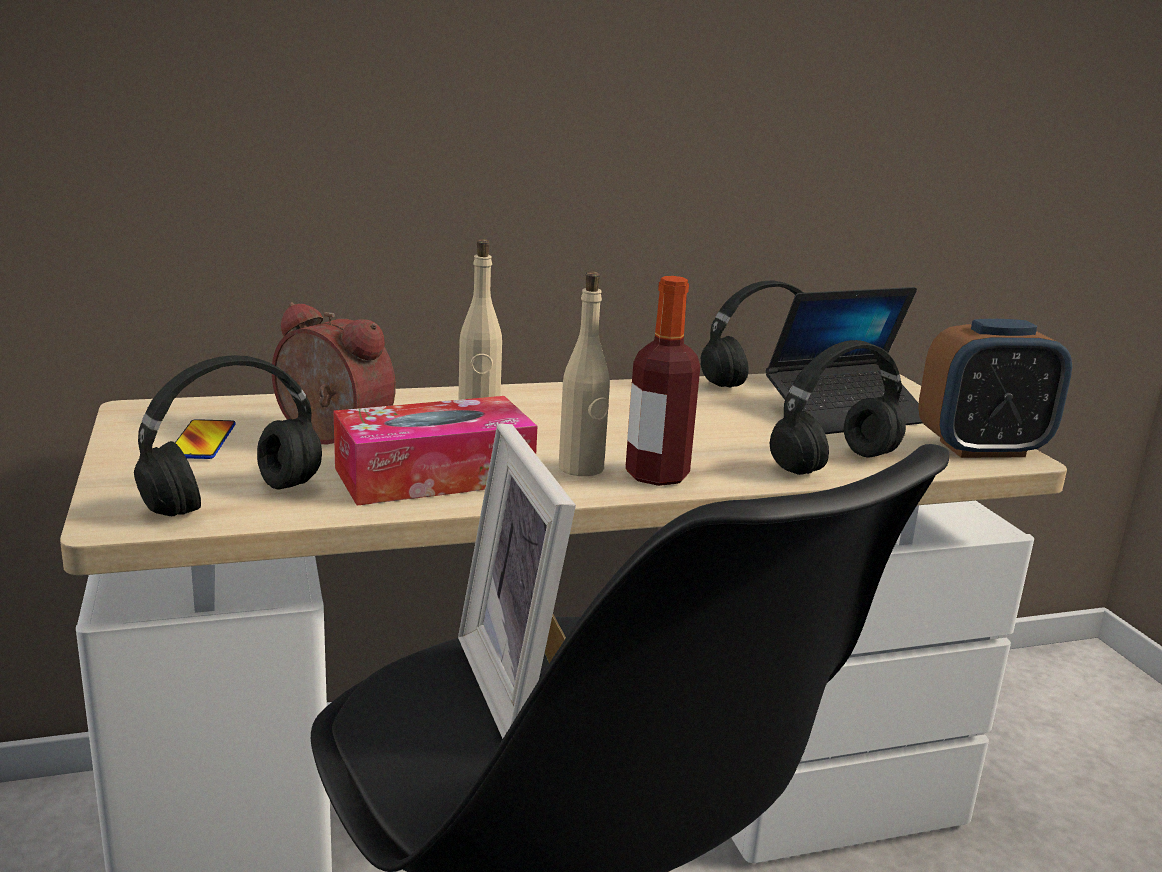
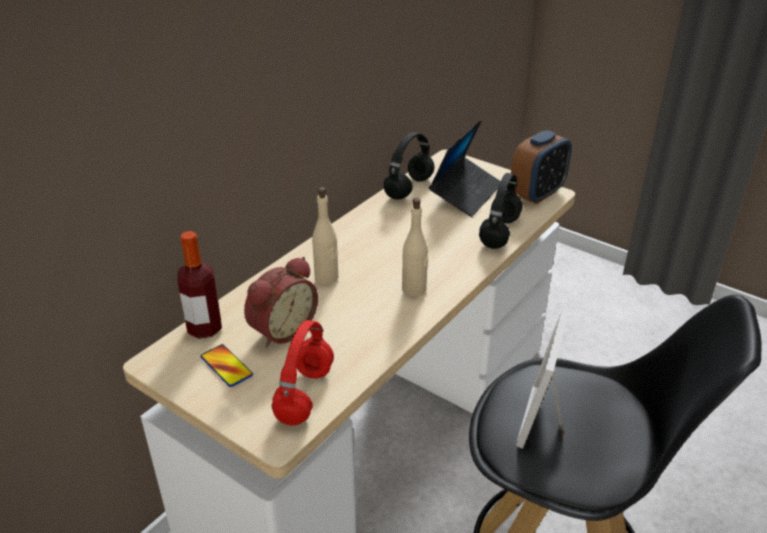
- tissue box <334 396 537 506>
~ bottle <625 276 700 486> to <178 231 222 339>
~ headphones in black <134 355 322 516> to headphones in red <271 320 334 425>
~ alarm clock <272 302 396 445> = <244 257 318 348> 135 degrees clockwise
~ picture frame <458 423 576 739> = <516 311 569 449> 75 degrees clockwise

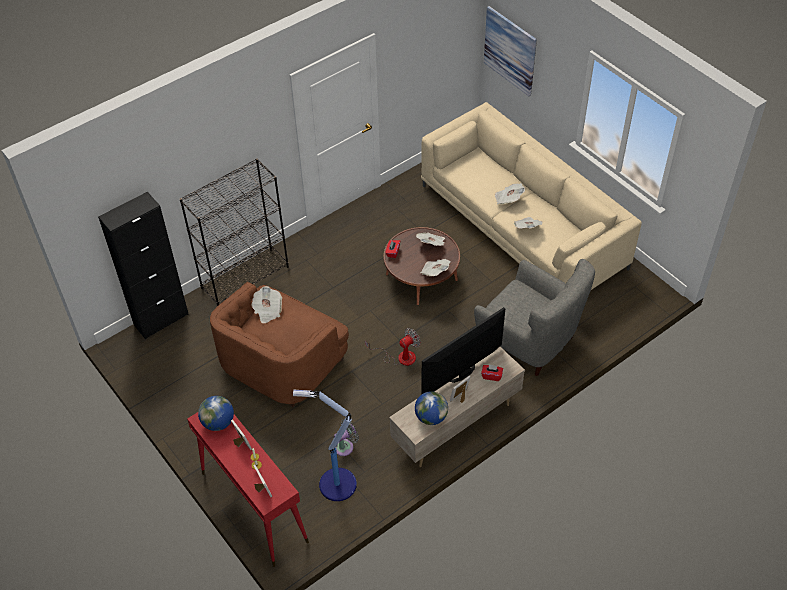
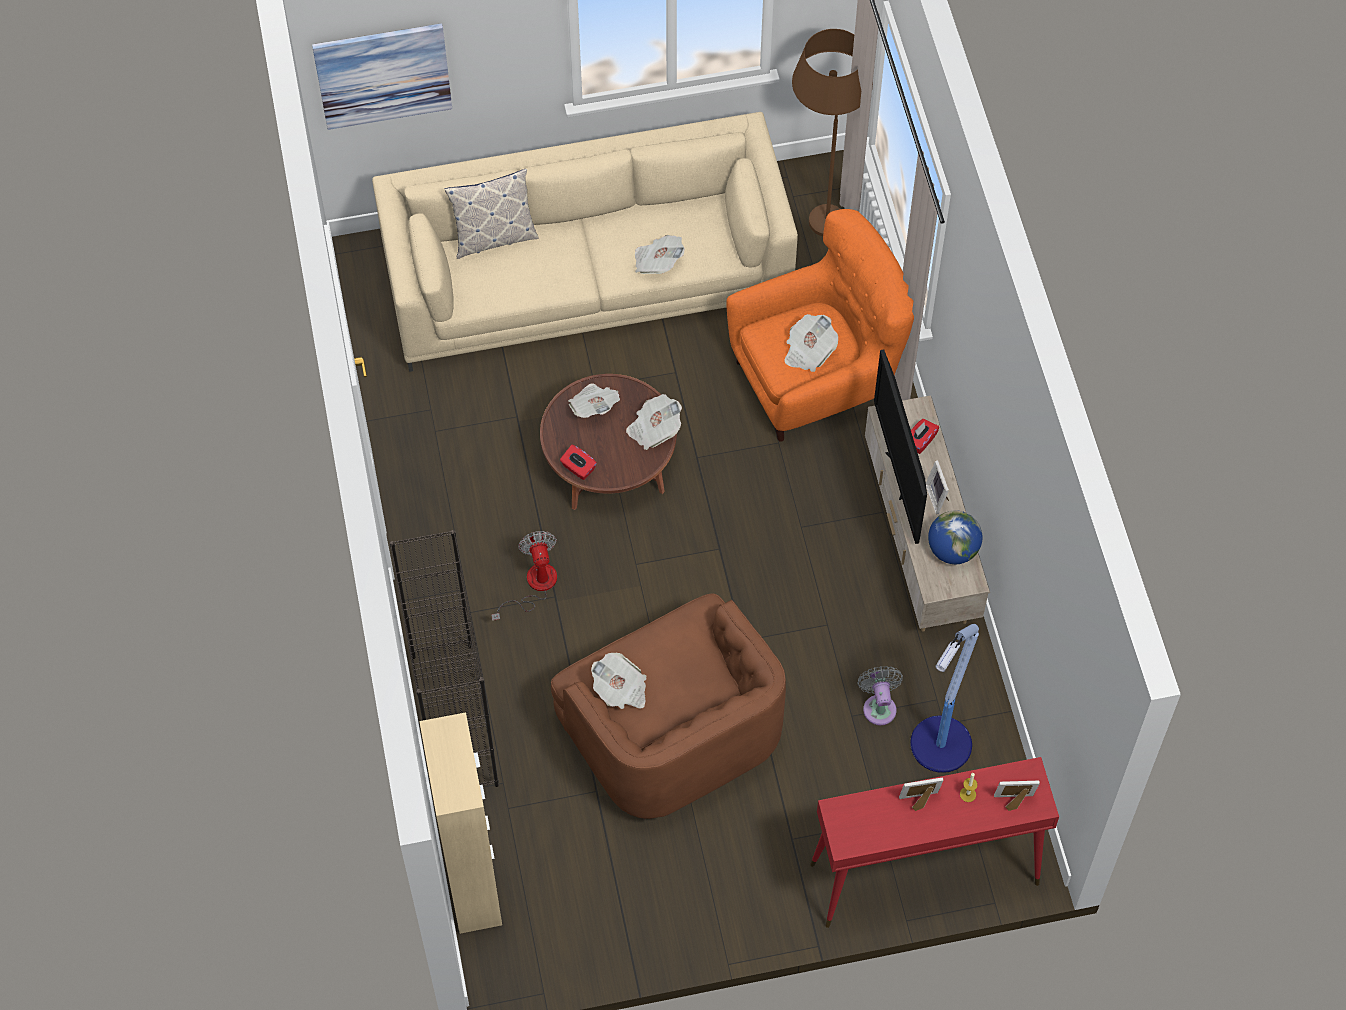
- globe <198 396 234 431>
+ pillow <444 169 538 259>
+ floor lamp in brown <792 29 873 236>
~ fan <365 328 421 366> to <491 531 557 621>
~ newspaper <495 183 525 204> to <784 314 838 372>
~ cabinet in black <98 192 189 339> to cabinet in beige <419 712 502 934>
~ armchair in grey <474 259 595 376> to armchair in orange <726 209 914 442>

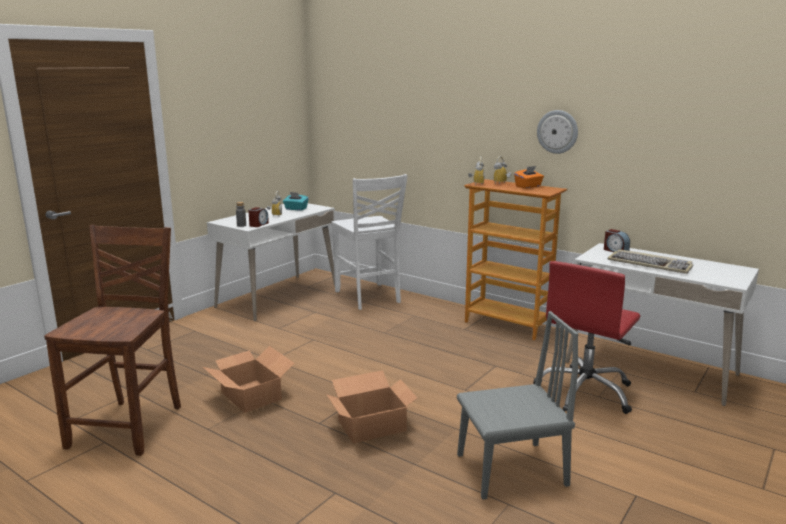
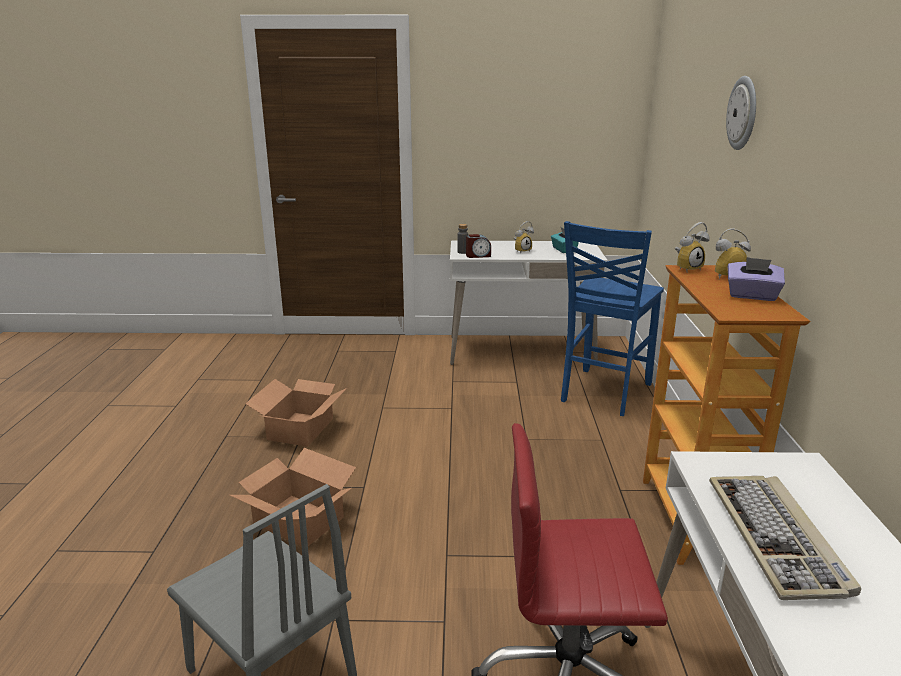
- chair in brown <44 225 181 456>
- alarm clock <604 229 630 252>
~ wall clock <537 110 578 154> to <726 76 756 150>
~ chair in white <331 174 408 310> to chair in blue <561 221 664 416>
~ tissue box in orange <514 166 544 188> to tissue box in purple <728 257 785 301>

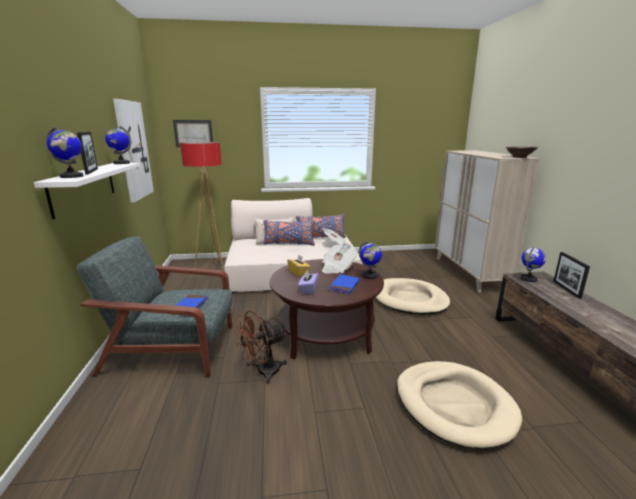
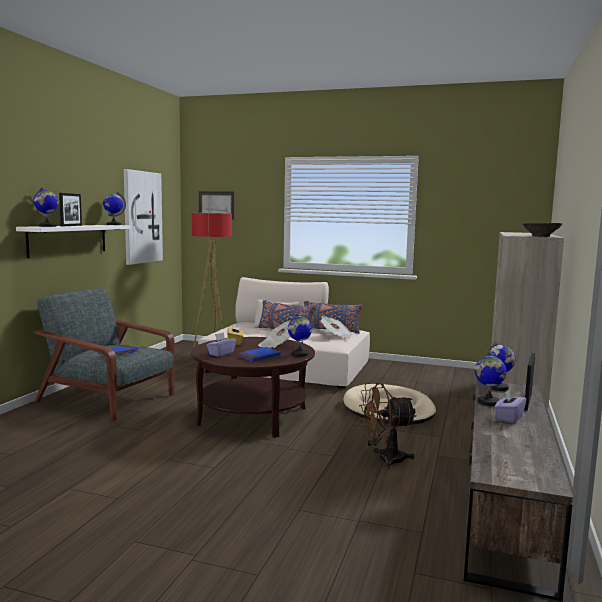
- dog bed in beige <397 361 522 449>
+ globe <475 351 507 406>
+ tissue box in purple <494 389 527 423>
~ fan in brown <234 311 287 384> to <359 382 416 470>

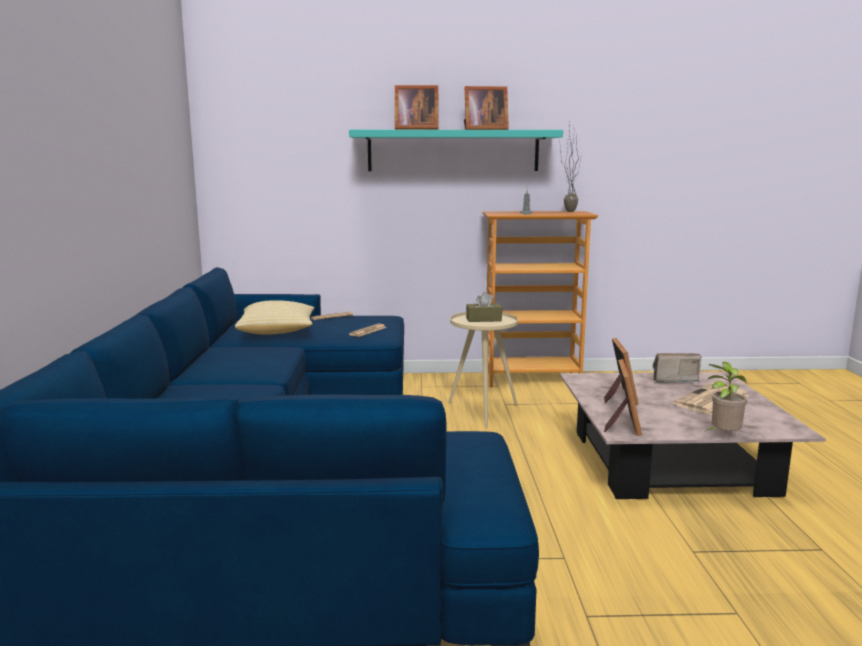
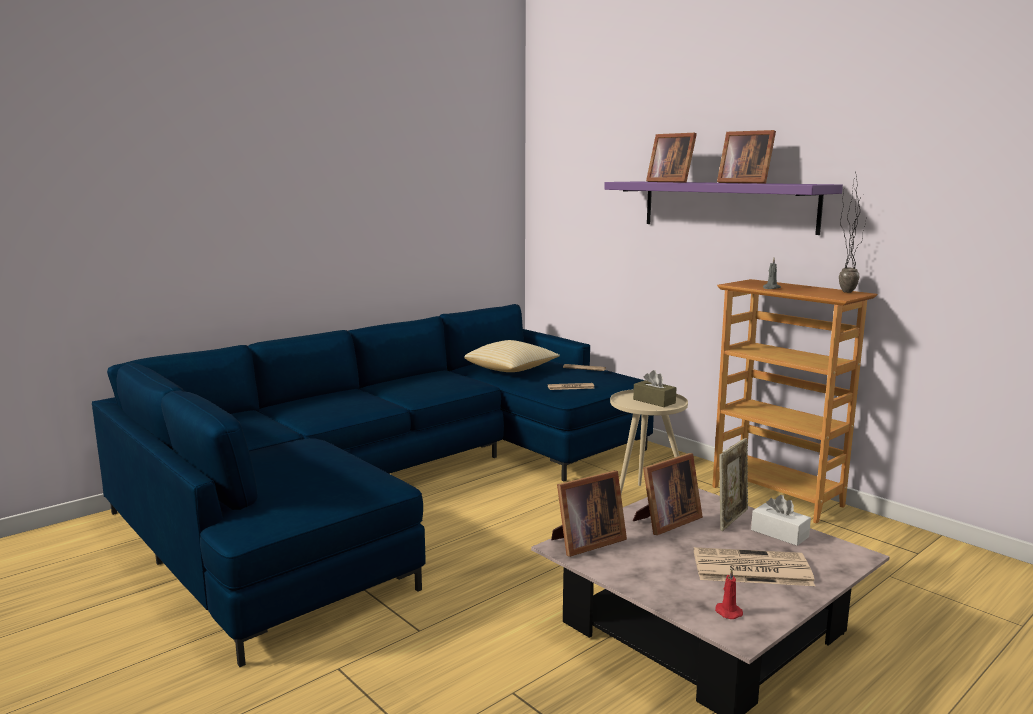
- potted plant <706 362 747 431>
+ candle in red <715 569 743 619>
+ picture frame <719 438 748 531>
~ radio <653 353 701 383> to tissue box in white <751 495 811 546>
~ shelf in turquoise <349 130 563 171> to shelf in purple <604 182 843 235>

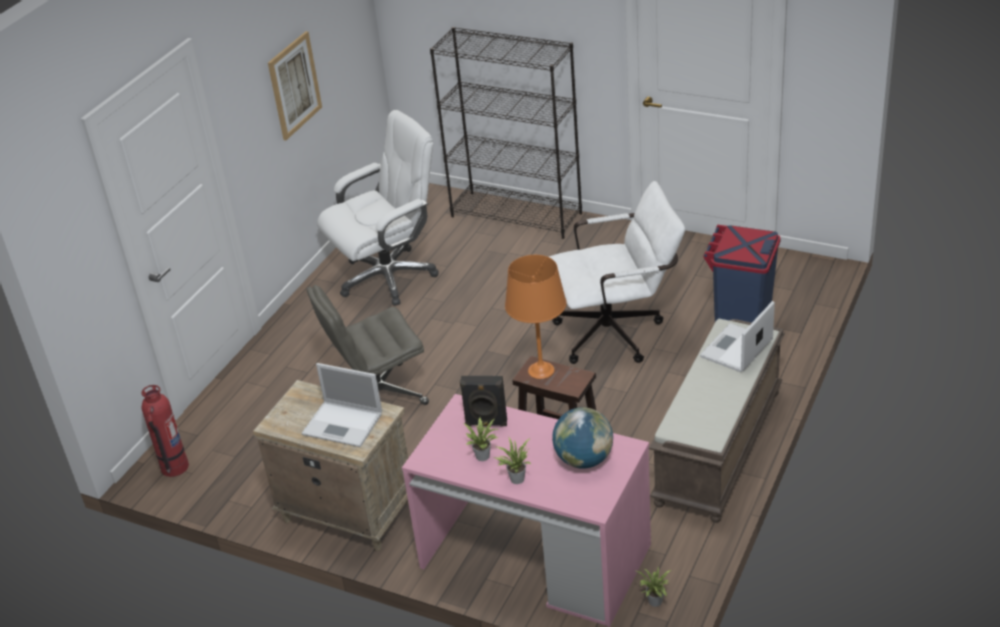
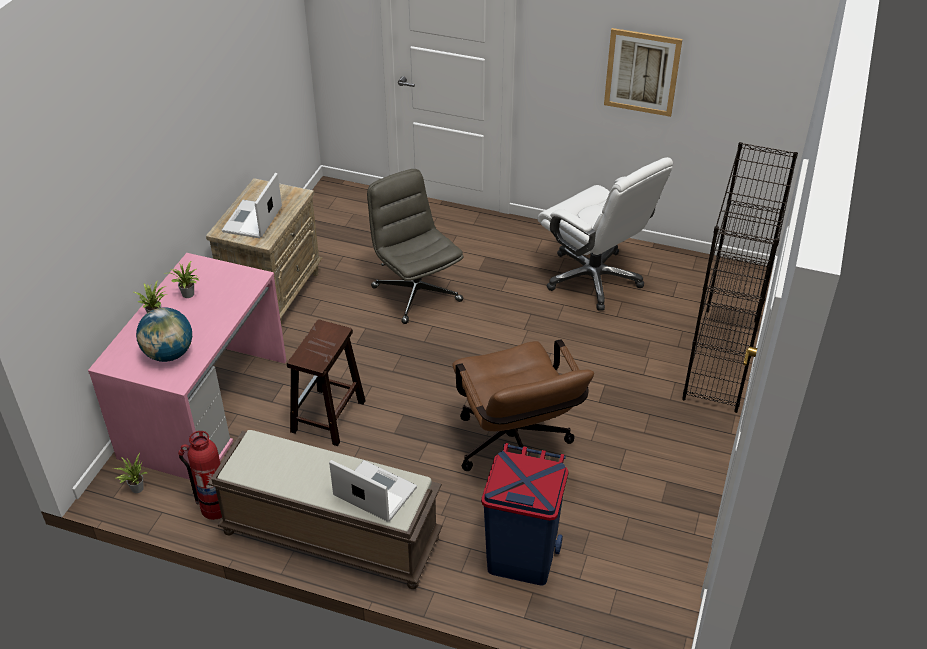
- speaker in black <460 376 507 426>
- table lamp in orange <505 255 567 379>
~ fire extinguisher <141 385 189 477> to <178 431 222 520>
~ office chair in white <549 181 685 364> to office chair in brown <452 339 594 471>

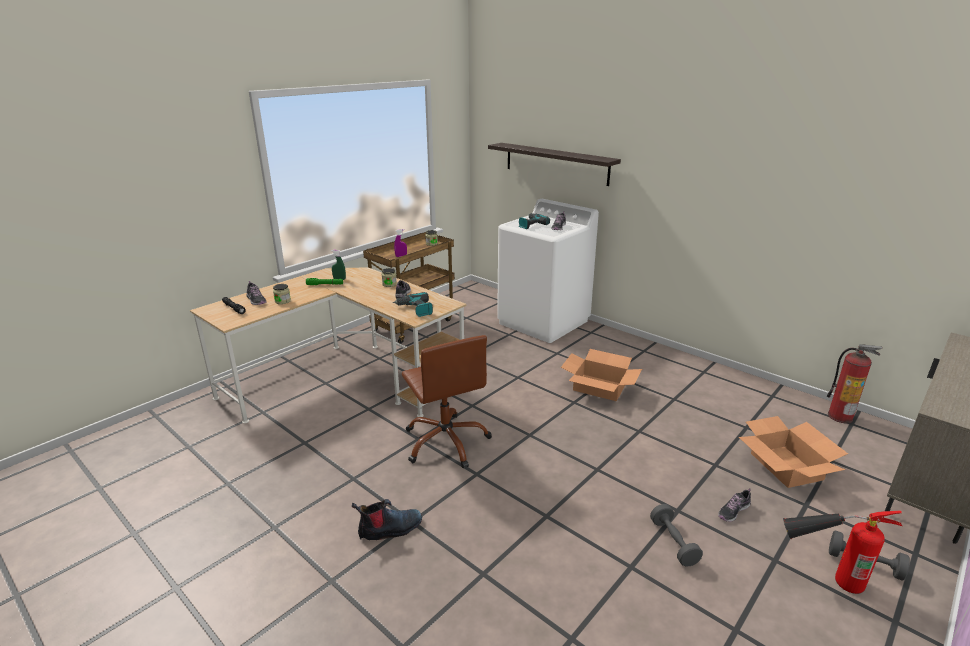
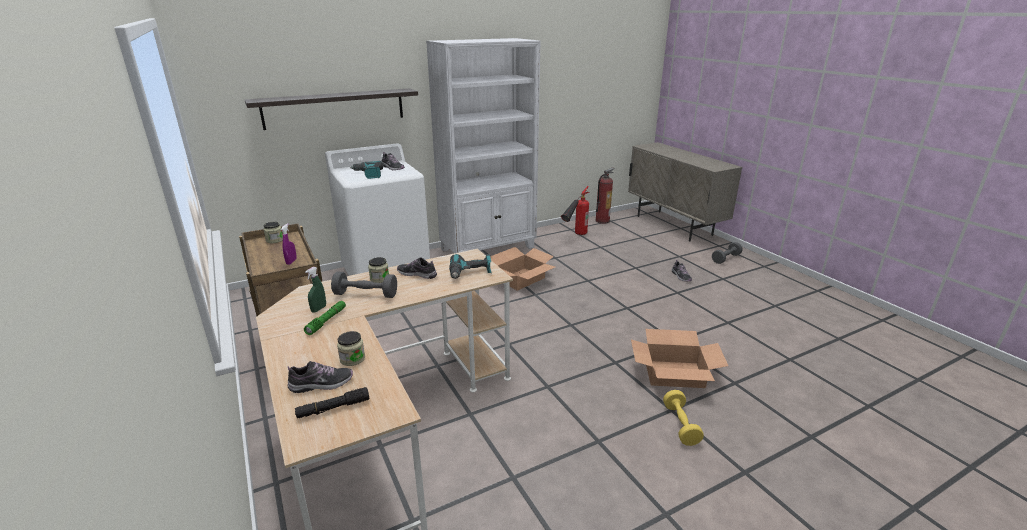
- office chair in brown <402 335 492 468>
+ bookcase in white <426 38 540 253>
~ dumbbell in grey <650 504 703 566> to <331 271 397 298>
~ cardboard box <739 416 848 488> to <631 329 728 388>
~ fire extinguisher <783 510 902 594> to <561 186 589 235>
~ boot <352 499 422 540> to dumbbell in yellow <663 390 704 446>

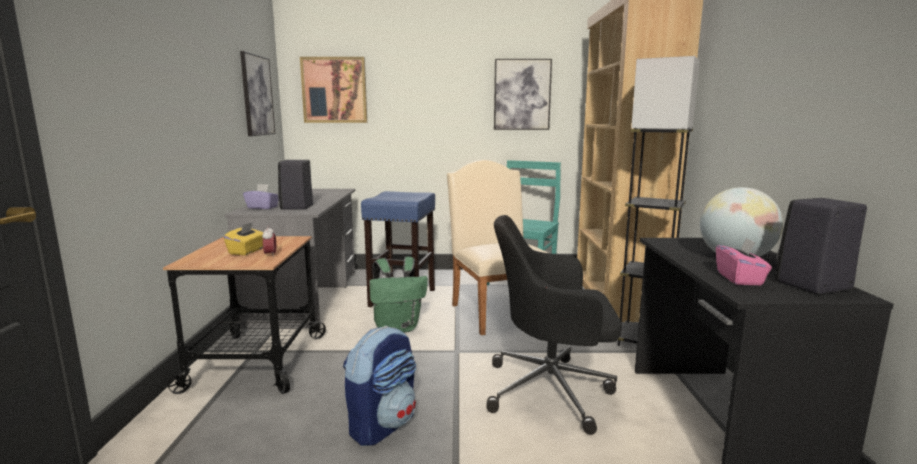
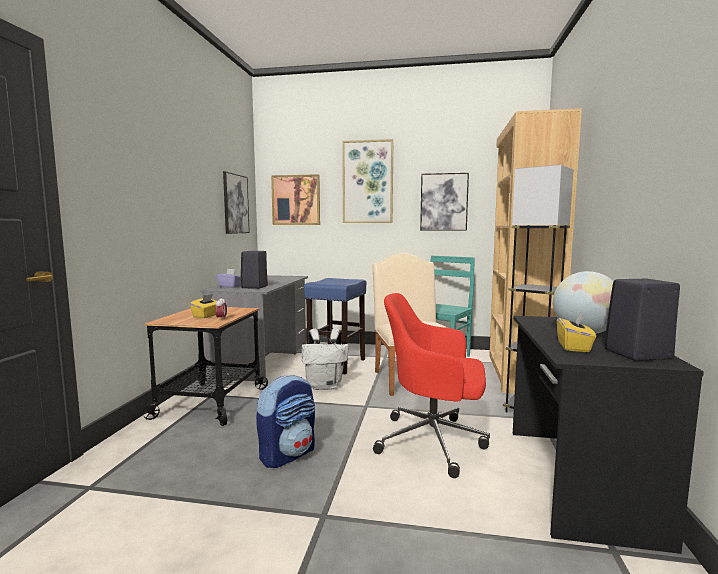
+ picture <342 139 394 223>
~ backpack in green <369 257 428 333> to backpack in white <302 328 349 390>
~ office chair in black <486 215 622 435> to office chair in red <373 293 490 478>
~ tissue box in pink <716 238 772 285> to tissue box in yellow <557 312 596 352>

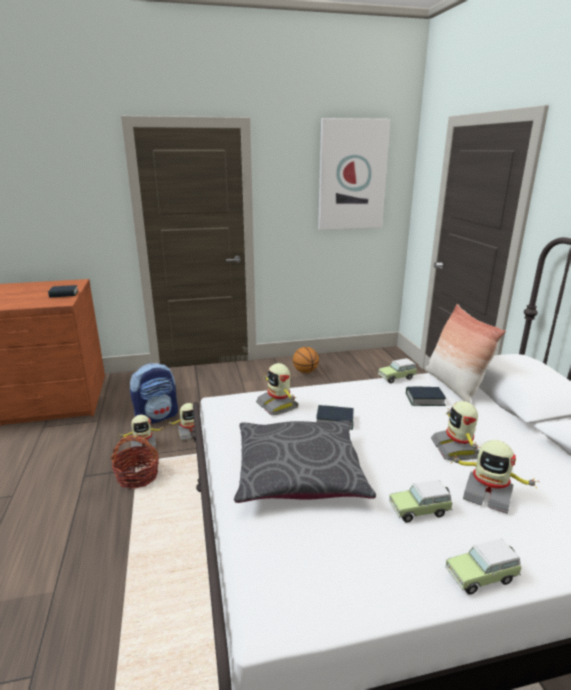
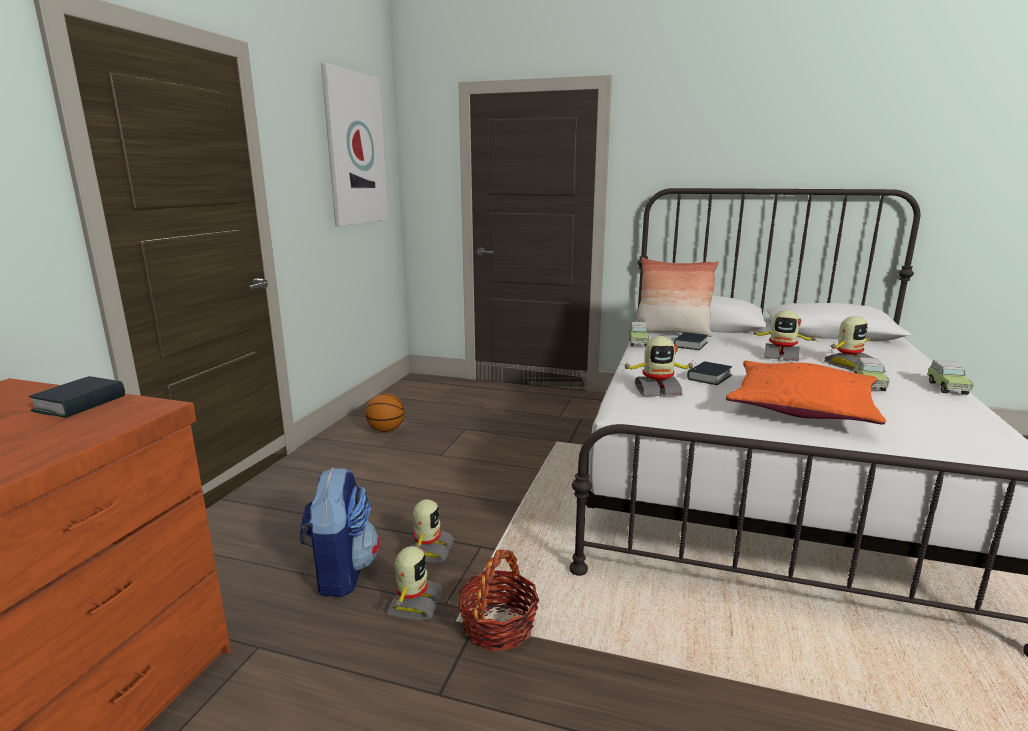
~ pillow in grey <234 420 376 503> to pillow in orange <726 361 886 424>

